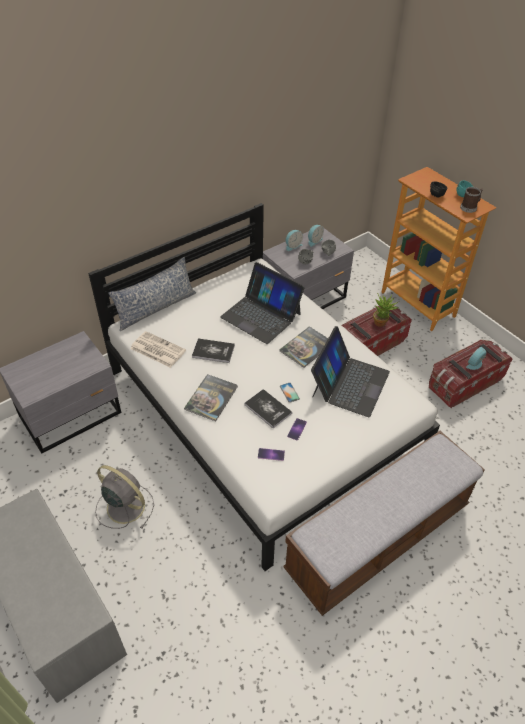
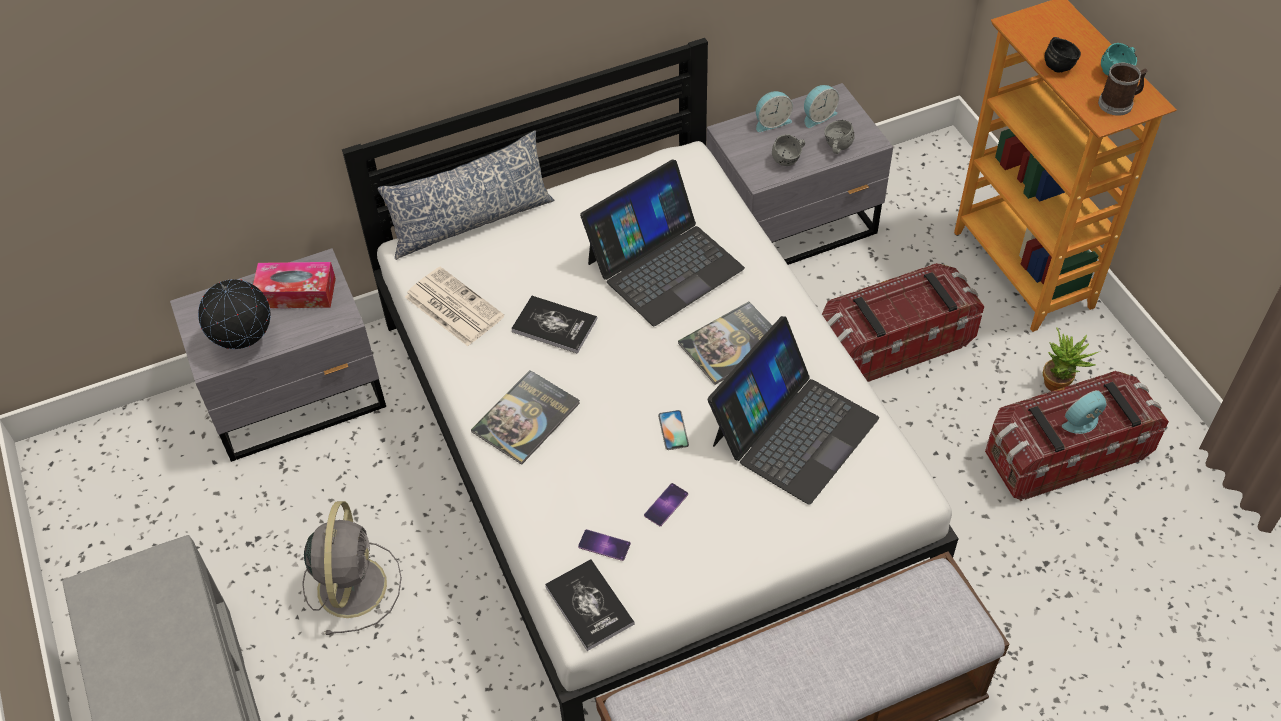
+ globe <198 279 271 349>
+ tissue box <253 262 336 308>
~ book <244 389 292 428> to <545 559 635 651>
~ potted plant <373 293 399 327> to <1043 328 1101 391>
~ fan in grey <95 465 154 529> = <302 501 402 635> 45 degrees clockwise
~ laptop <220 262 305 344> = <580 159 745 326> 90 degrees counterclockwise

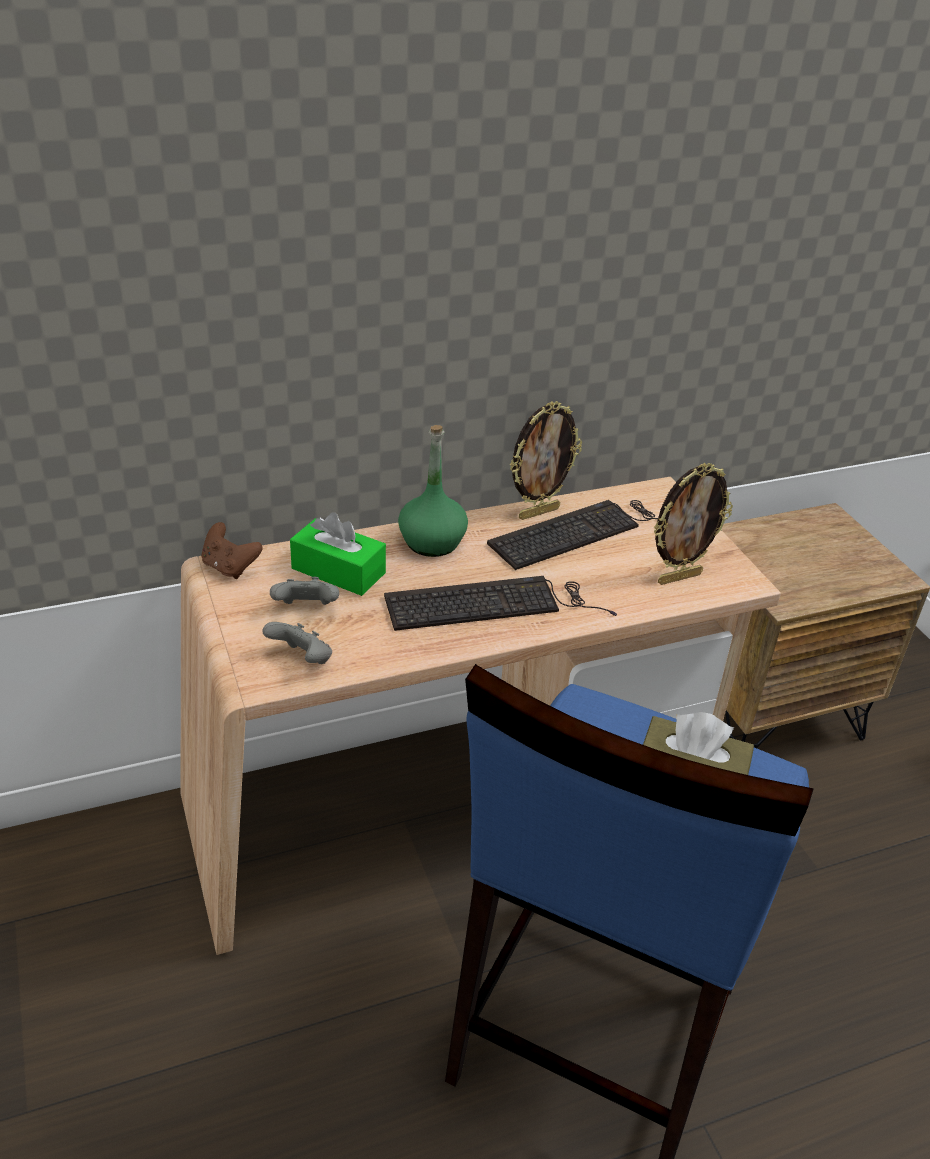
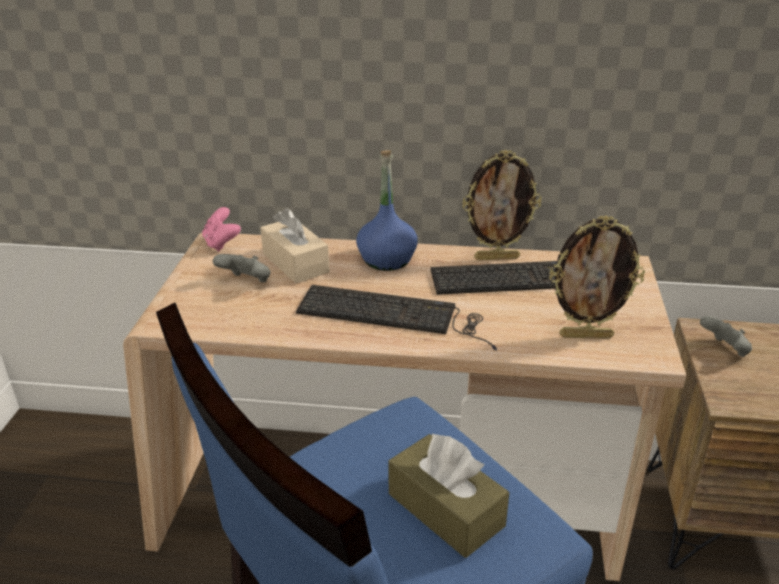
~ game controller in grey <262 622 332 664> to <700 316 752 357>
~ game controller in brown <201 522 263 579> to game controller in pink <202 207 241 252>
~ tissue box in green <290 512 386 596> to tissue box in beige <260 208 330 284>
~ bottle in green <398 425 468 557> to bottle in blue <356 150 418 271>

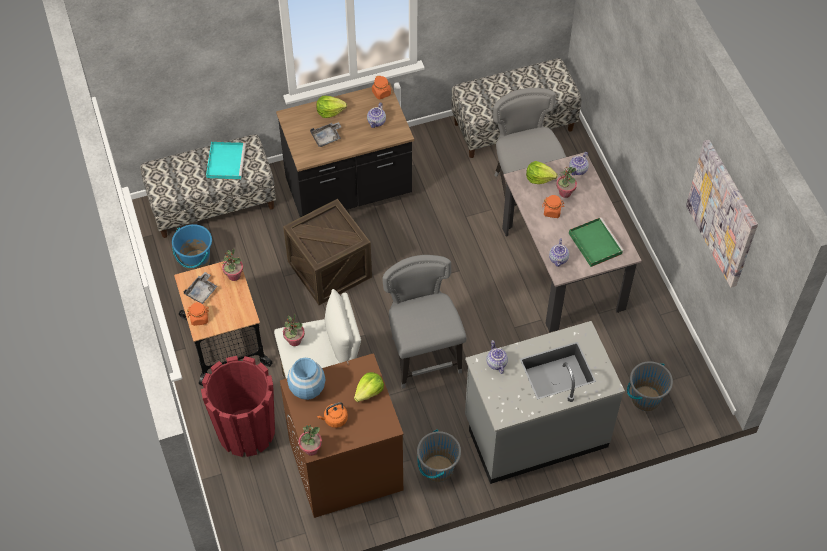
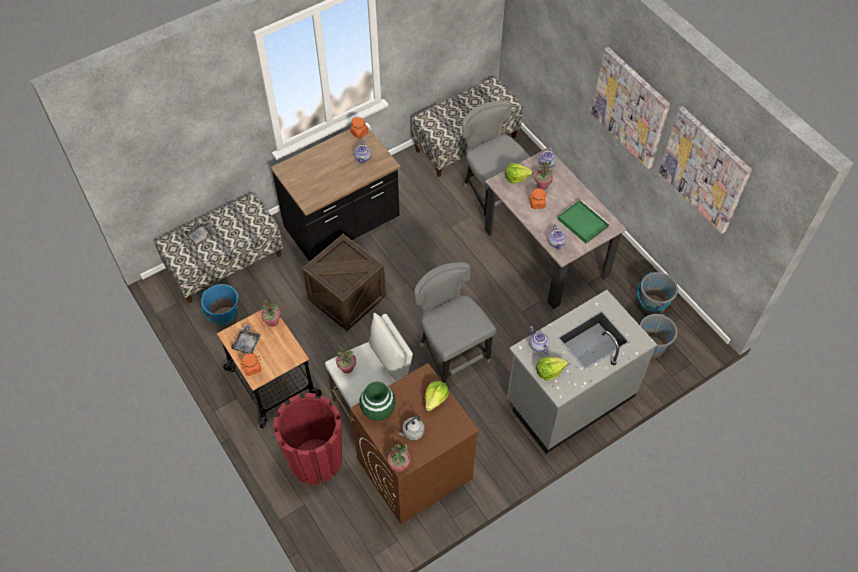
- tray in turquoise <206 142 246 180>
+ picture <591 47 670 169>
~ tray in grey <310 122 341 147> to <185 221 214 246>
~ lettuce <316 96 347 118> to <536 357 568 381>
~ bucket in grey <417 429 461 482> to <638 272 678 315>
~ vase in blue <287 358 326 400> to vase in green <359 381 396 421>
~ kettle in orange <317 402 348 428> to kettle in grey <398 416 425 440>

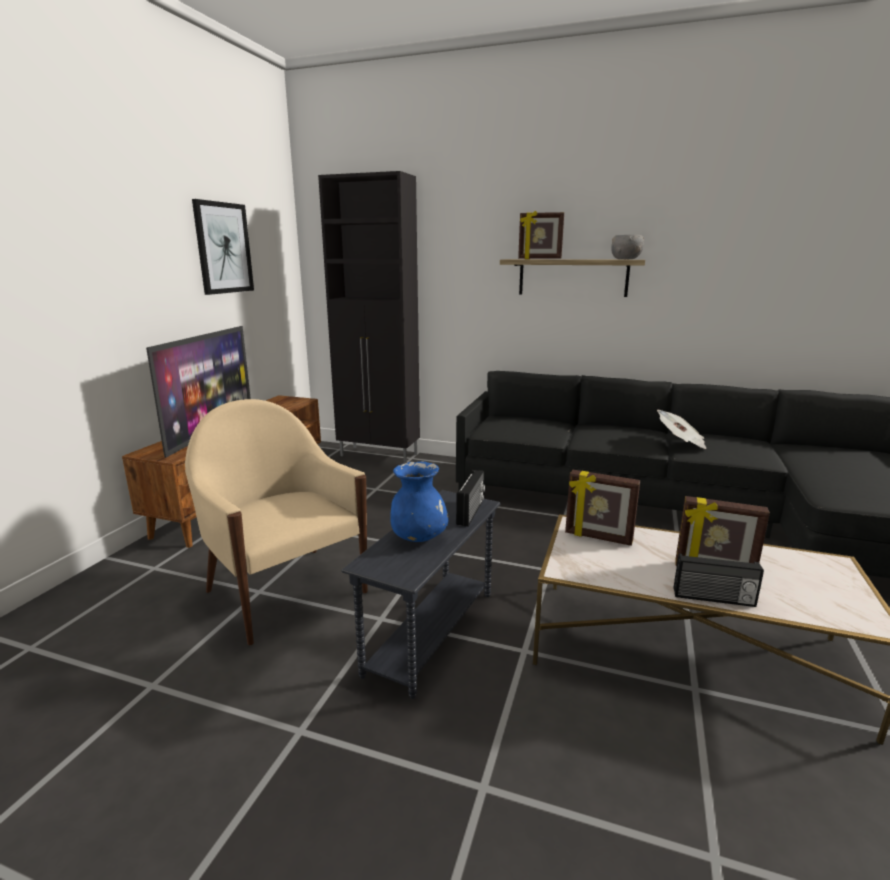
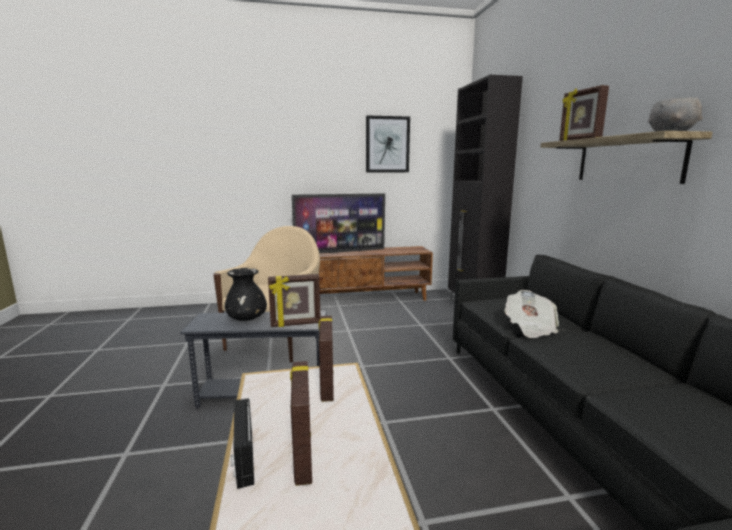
~ newspaper <657 410 706 449> to <504 290 559 338>
~ radio <456 470 485 527> to picture frame <268 274 321 327>
~ vase in blue <390 461 449 542> to vase in black <225 268 267 321>

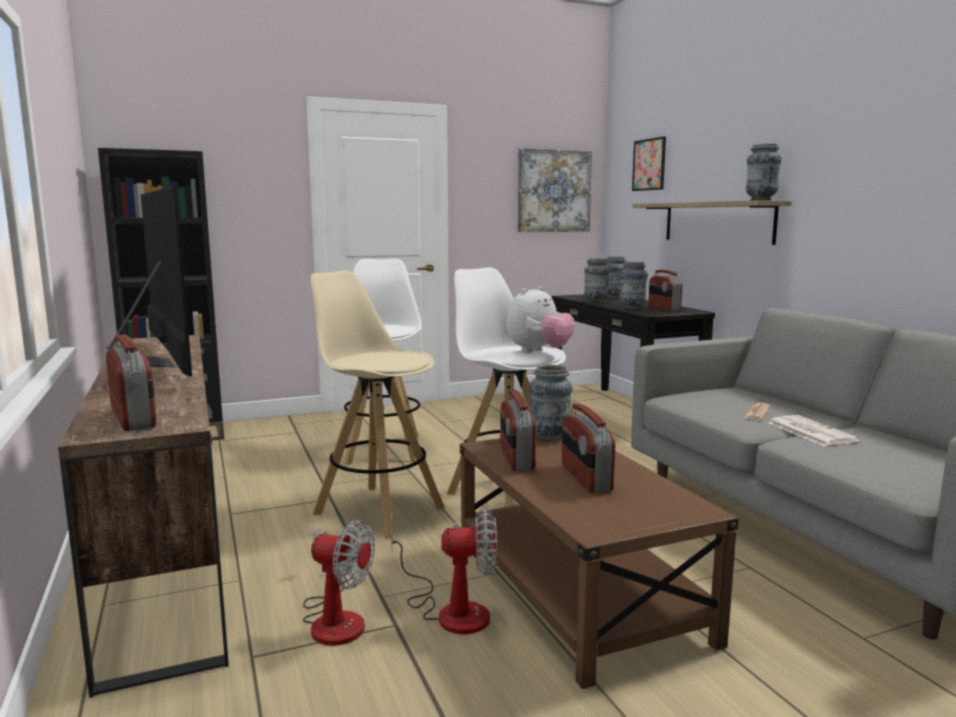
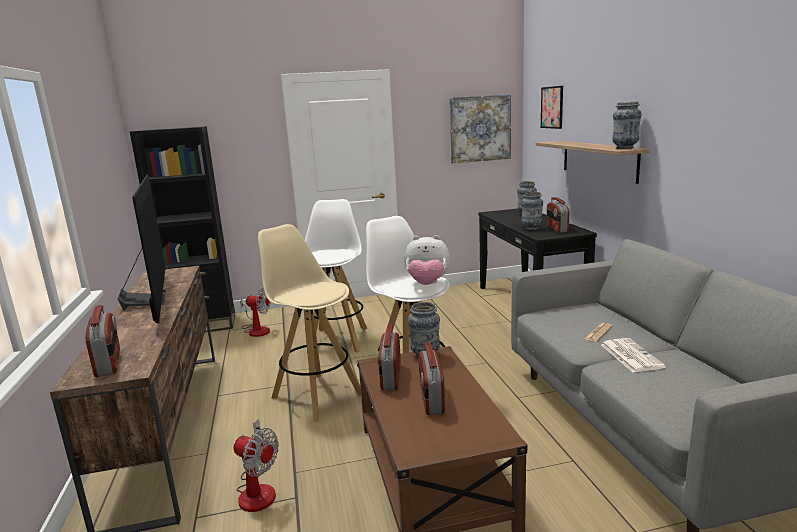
- vase <584 258 610 302>
~ fan <391 508 498 634> to <240 288 270 337>
~ plush toy <506 286 575 353> = <404 235 450 285> 45 degrees clockwise

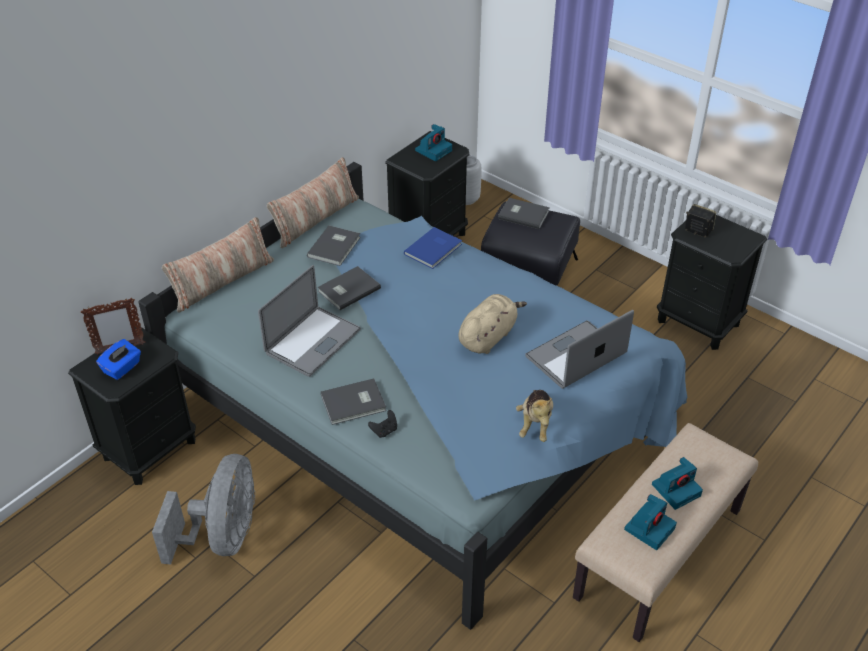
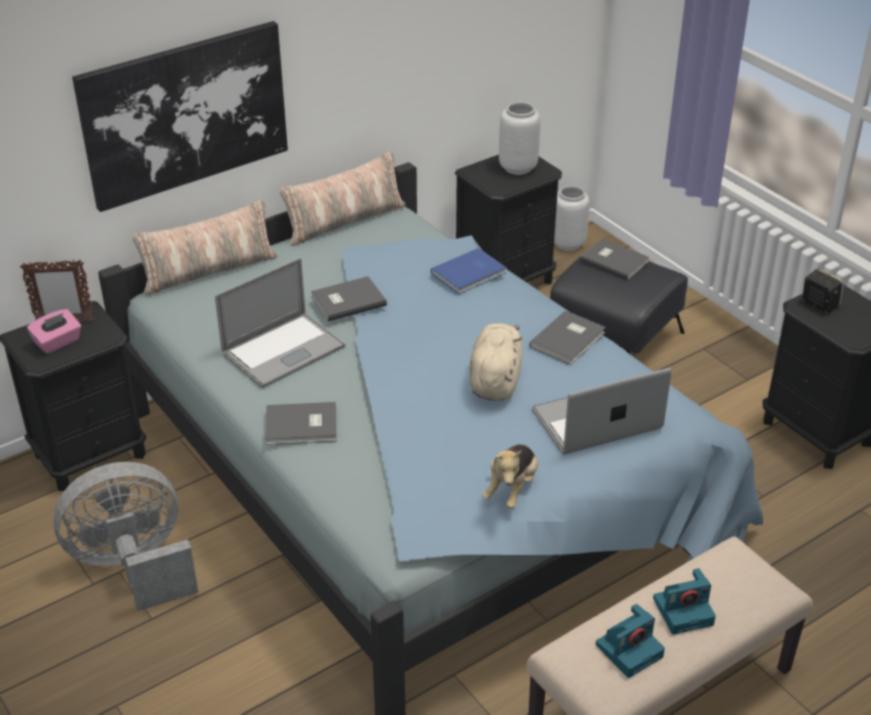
- game controller in black <368 410 397 438>
+ picture <72 21 288 212>
~ book in grey <307 225 361 266> to <529 310 606 365>
~ photo camera <415 124 452 161> to vase in grey <499 102 540 175>
~ tissue box in blue <96 339 141 380> to tissue box in pink <27 309 81 354>
~ fan in grey <152 454 255 564> = <54 462 198 611> 135 degrees counterclockwise
~ plush toy in beige <459 294 527 354> = <469 323 522 401> 45 degrees counterclockwise

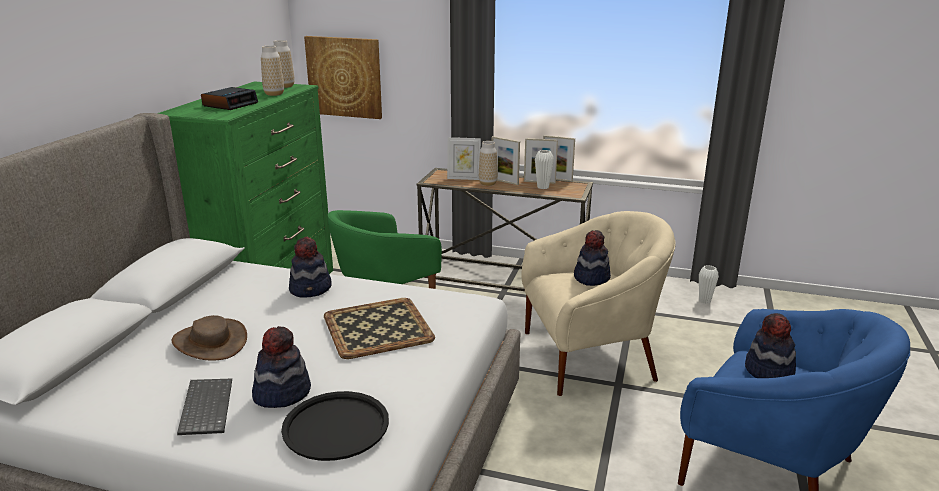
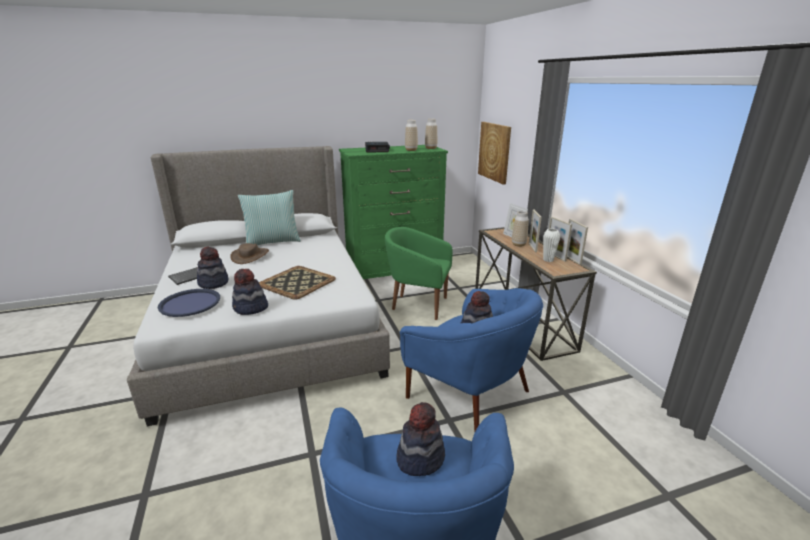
- vase in white <699 265 719 304>
+ pillow <238 190 301 245>
~ hat <289 236 332 298> to <232 269 268 315>
~ tray in black <281 391 389 461> to tray in blue <158 289 220 317>
~ armchair in beige <521 211 676 396> to armchair in blue <400 288 543 432>

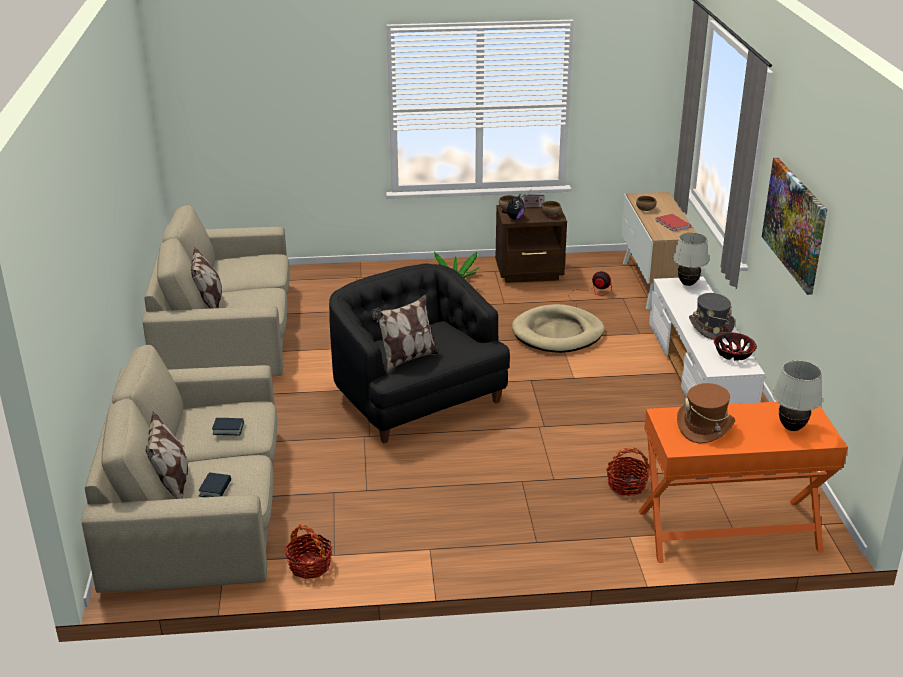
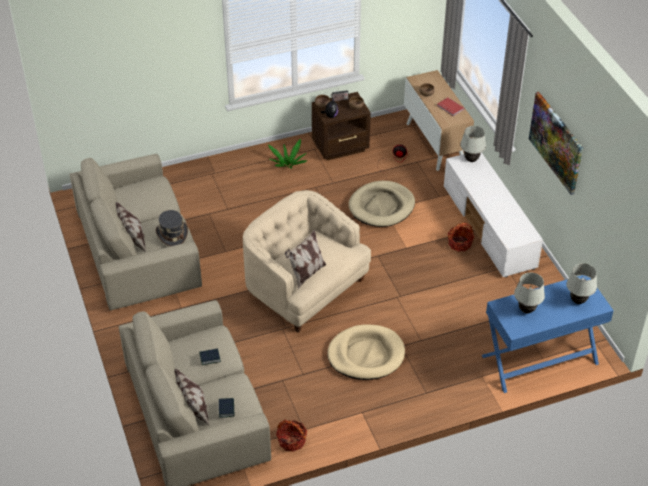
- bowl <714 333 757 361>
+ dog bed in beige <327 325 405 380>
~ basket <606 448 650 496> to <448 223 474 251>
~ hat in grey <689 293 735 340> to <156 210 188 246>
~ hat in brown <677 383 735 443> to table lamp in white <514 272 545 313>
~ armchair in black <329 263 510 444> to armchair in beige <243 190 371 333>
~ console table in orange <639 402 848 563> to console table in blue <482 275 614 393>

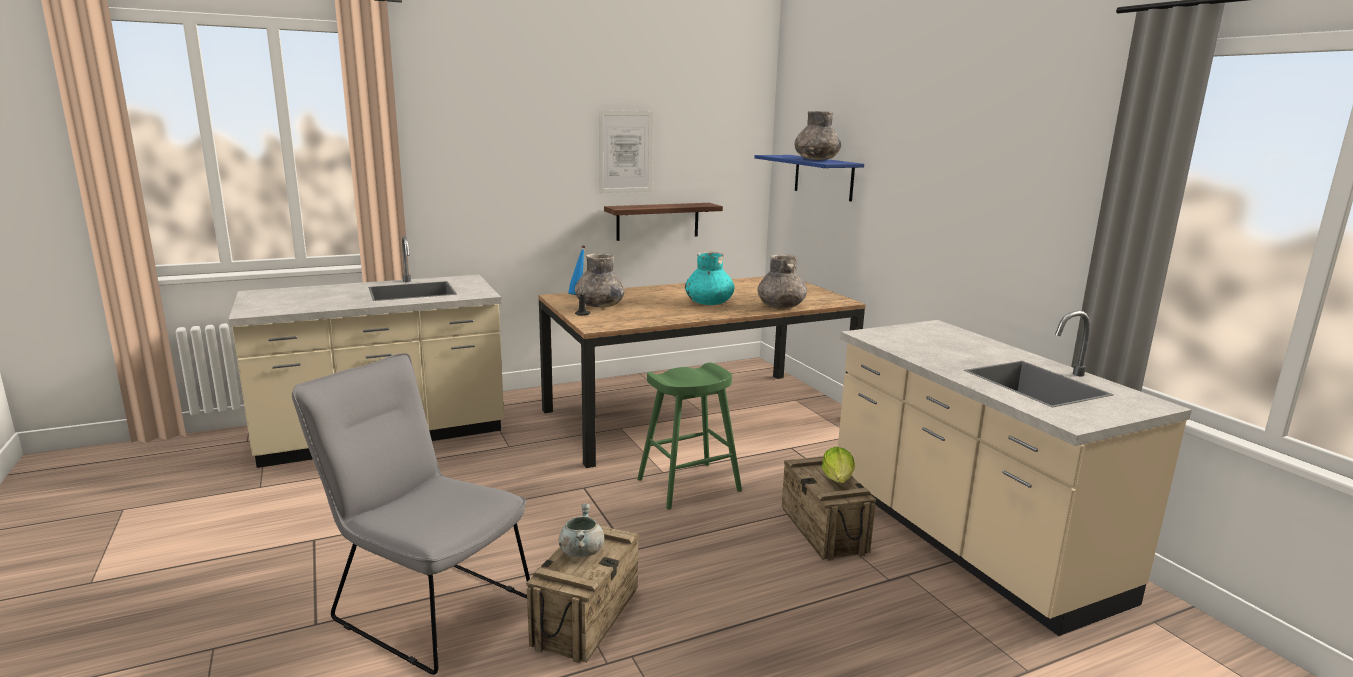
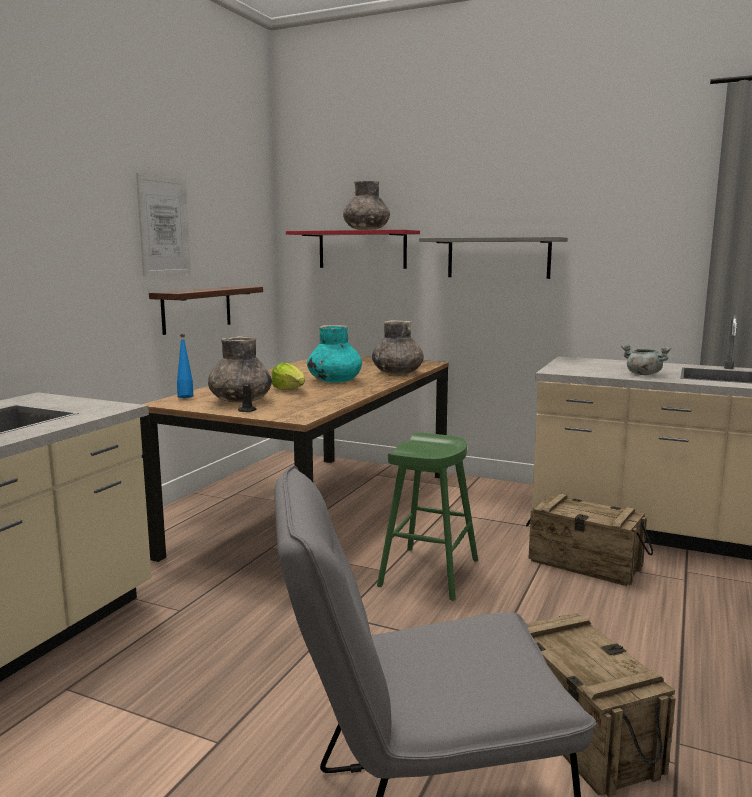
+ shelf in grey <419 237 568 279>
~ cooking pot in grey <559 503 604 557> to <621 344 671 375>
~ lettuce <822 447 855 483> to <272 362 305 390>
~ shelf in blue <754 155 864 202> to shelf in red <286 229 420 269>

